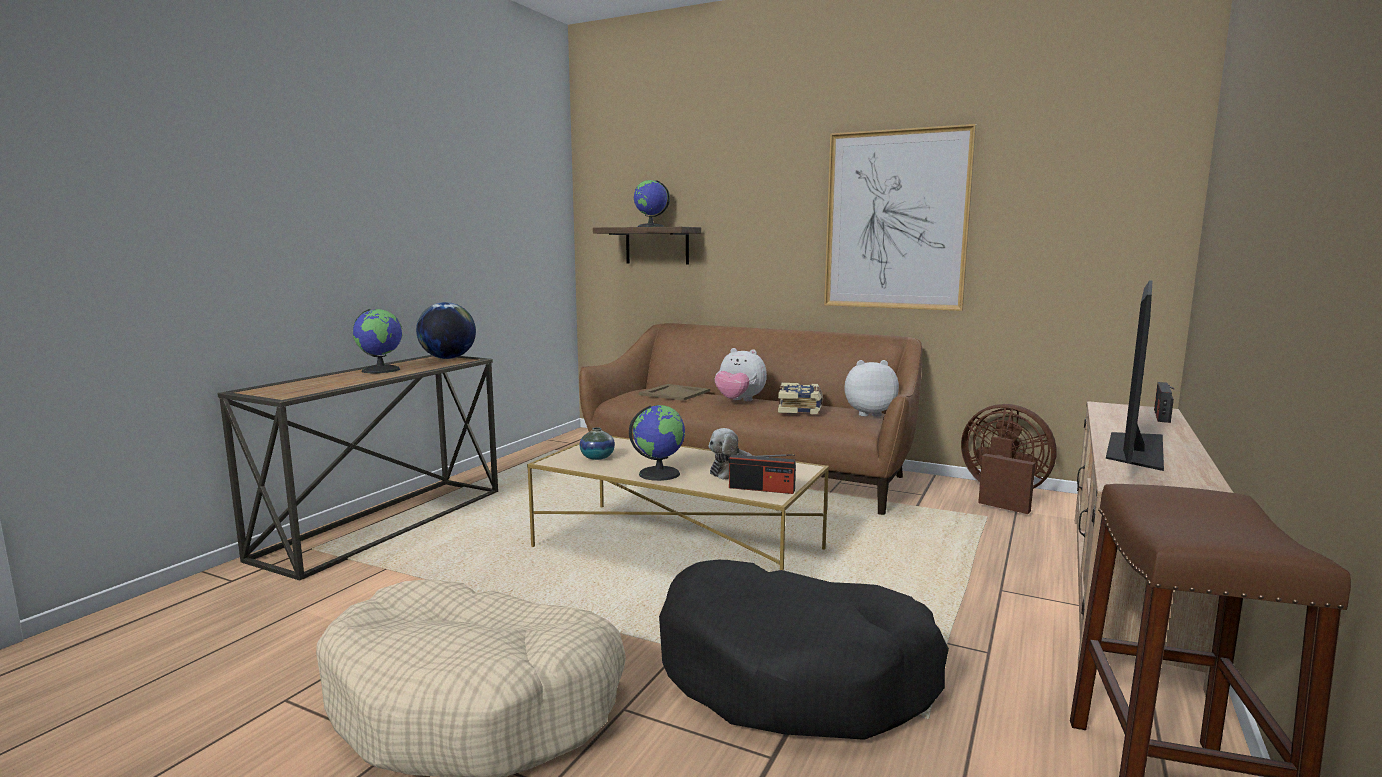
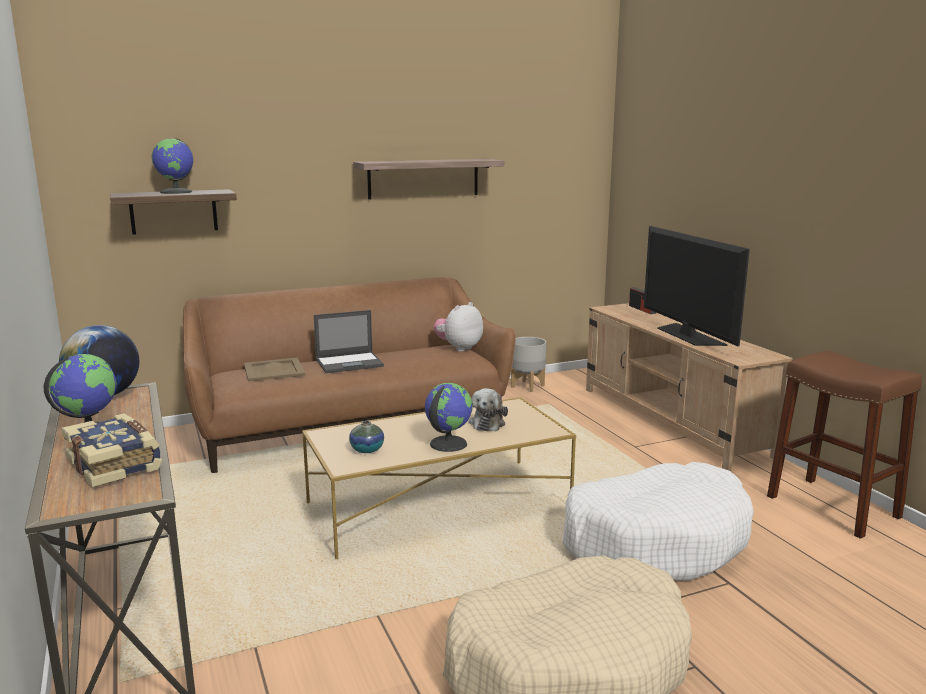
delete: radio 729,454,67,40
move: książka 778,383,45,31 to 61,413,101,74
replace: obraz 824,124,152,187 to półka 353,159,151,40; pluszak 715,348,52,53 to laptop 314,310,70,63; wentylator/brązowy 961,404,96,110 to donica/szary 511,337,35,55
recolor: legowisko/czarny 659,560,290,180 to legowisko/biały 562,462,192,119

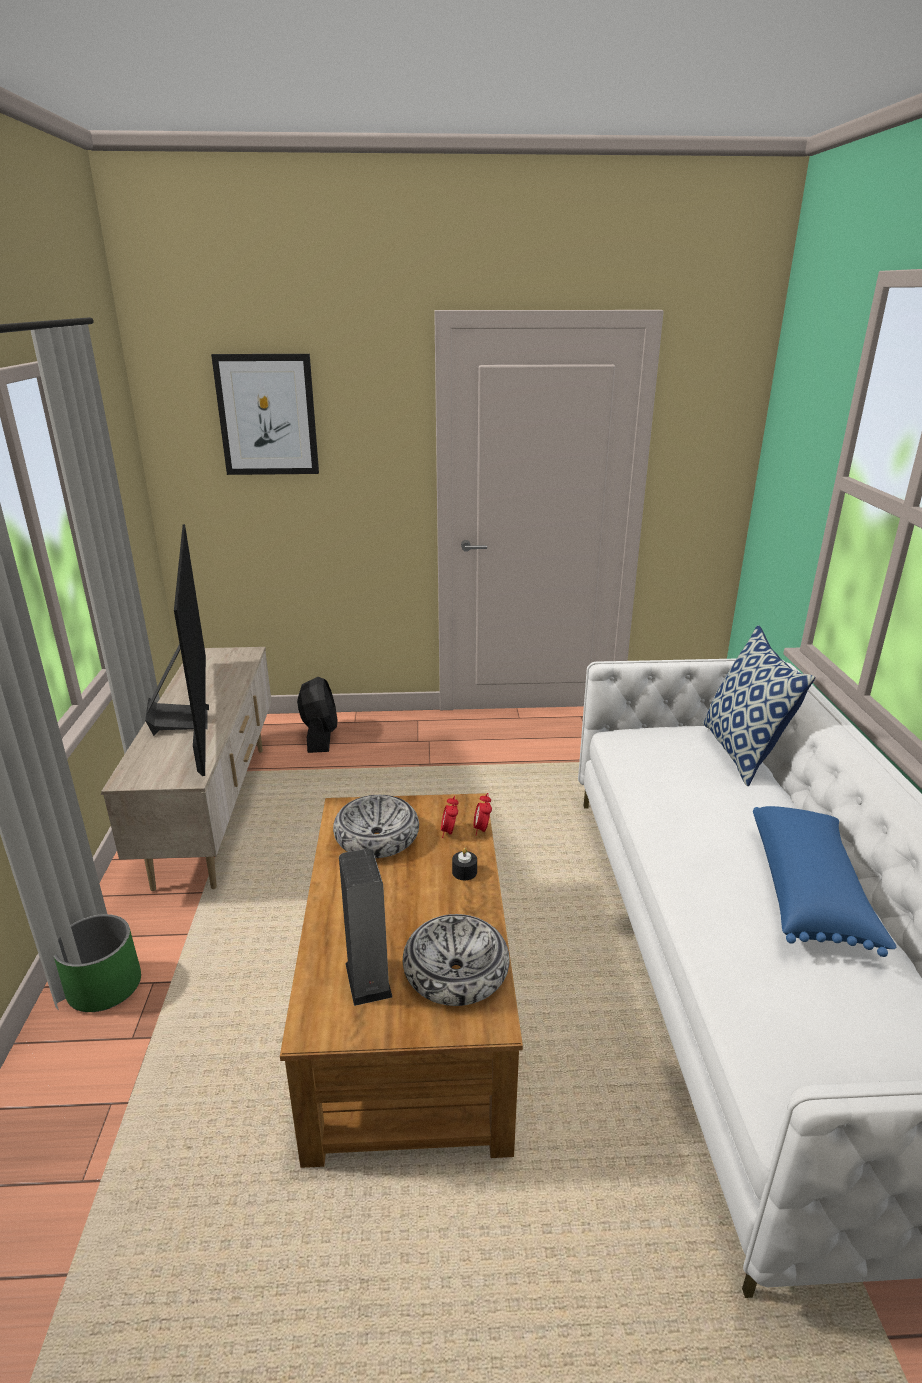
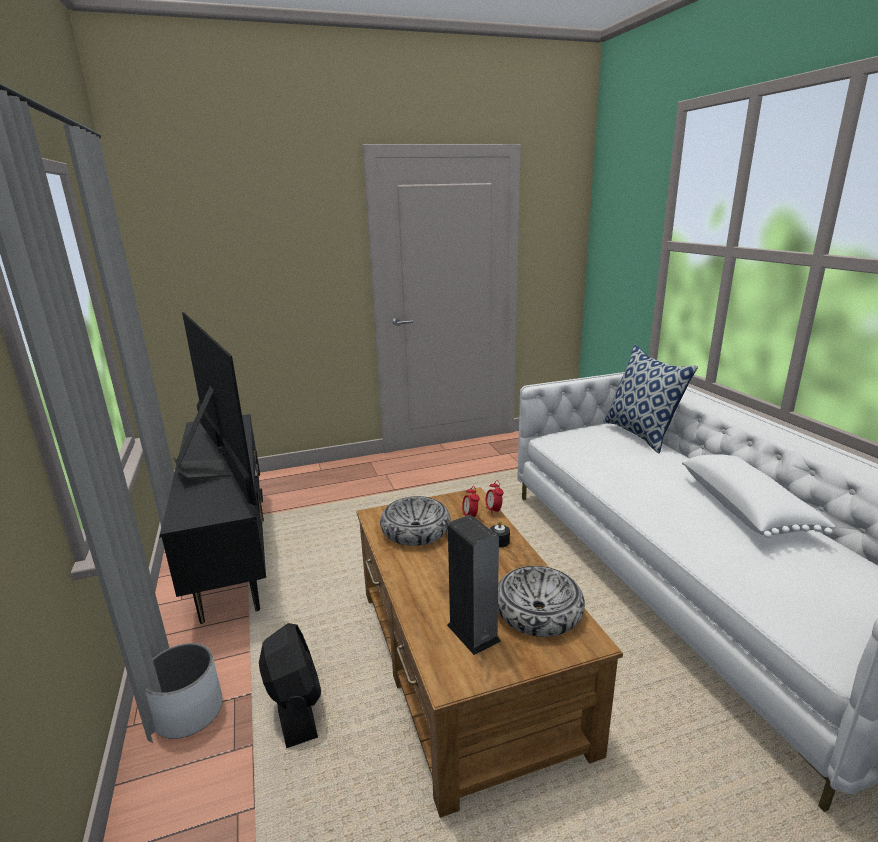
delete: obraz 211,354,108,121
move: wentylator/czarny 297,677,40,76 to 259,623,62,125
recolor: szafka pod telewizor/beżowy 101,647,171,244 to szafka pod telewizor/czarny 159,414,107,210; poduszka/niebieski 753,806,143,151 to poduszka/biały 682,454,154,84; donica/zielony 54,914,87,98 to donica/biały 145,643,78,96

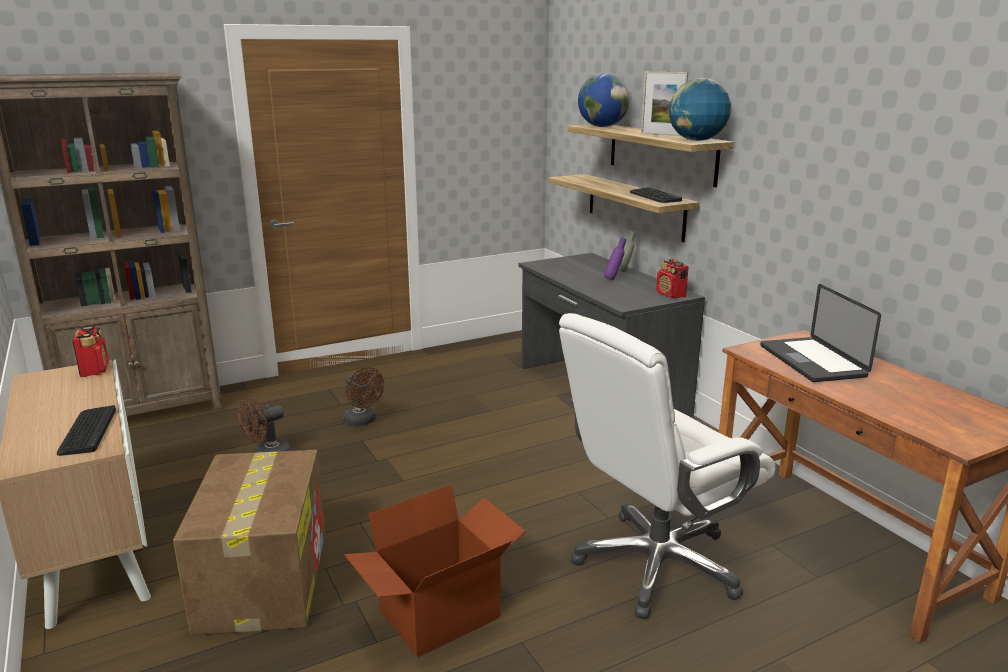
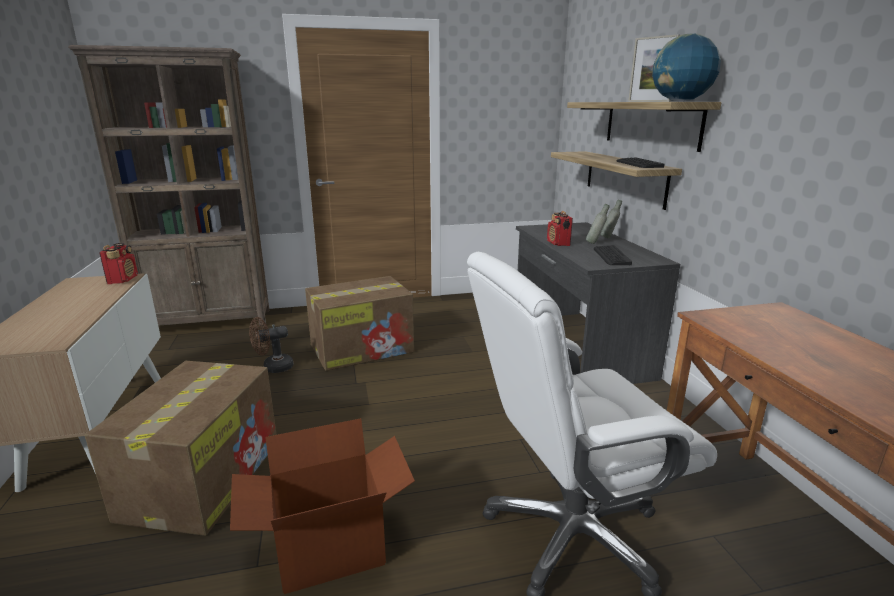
delete: globus 578,73,52,54; laptop 760,284,121,98
move: radio 656,258,33,40 to 547,211,26,35; klawiatura 57,405,59,51 to 594,245,38,20
replace: wentylator/brązowy 343,367,41,59 to karton 305,276,109,95
recolor: butelka/fioletowy 604,237,22,43 to butelka/szary 586,204,24,40

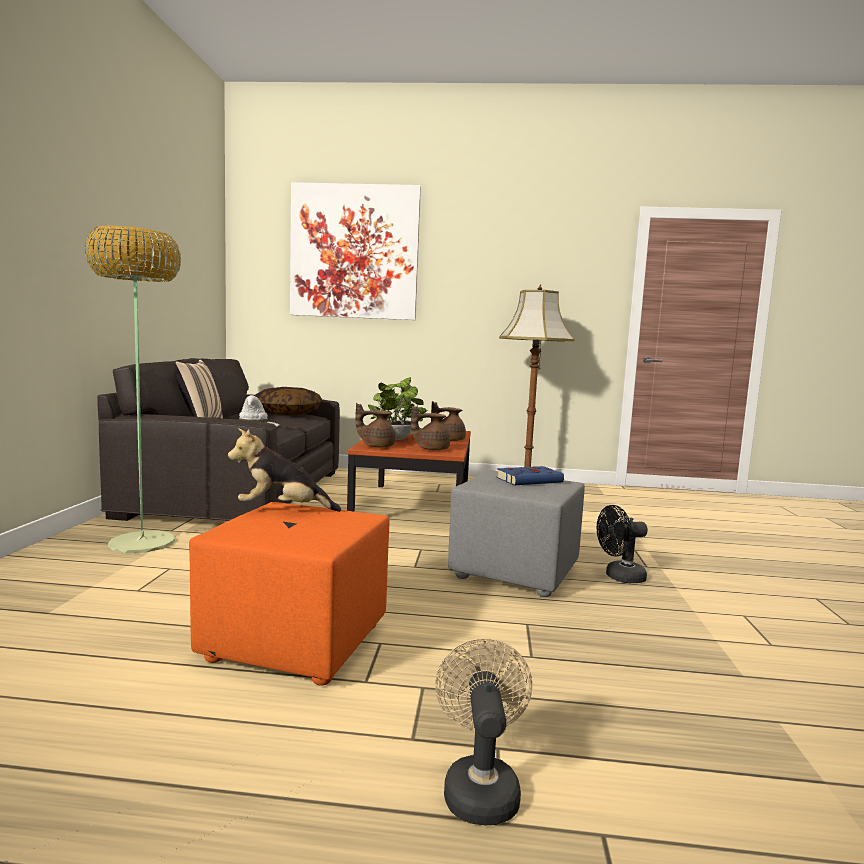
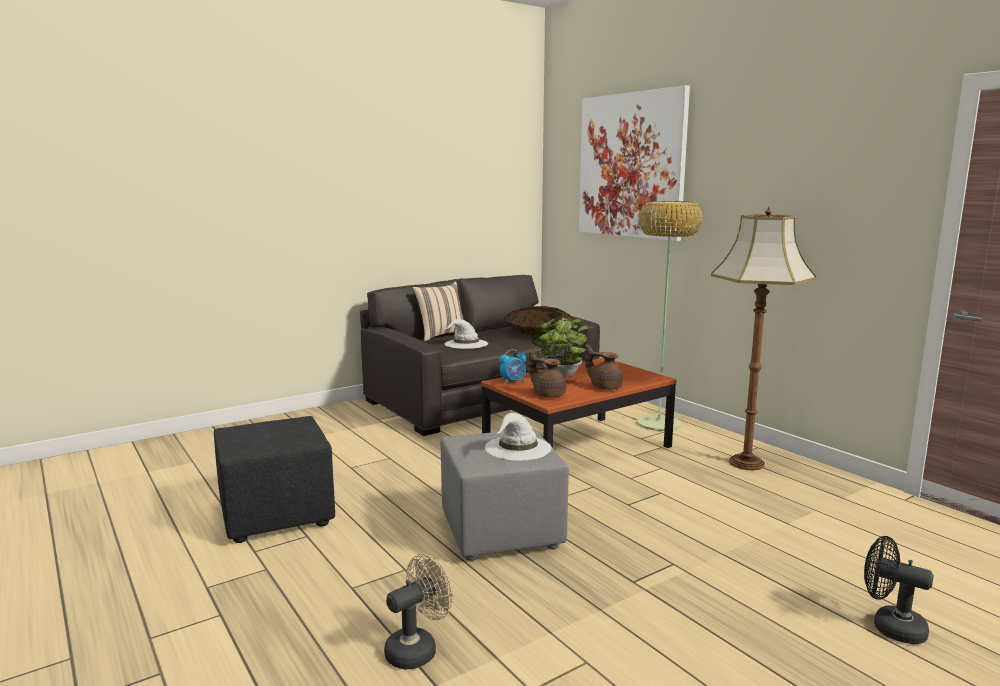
delete: pluszak 228,428,113,84
move: lampa stojąca 85,225,96,328 to 637,201,66,230; wentylator/czarny 597,505,51,78 to 864,536,70,108; wentylator/beżowy 435,638,97,188 to 384,554,69,116
replace: imbryk/brązowy 355,403,40,45 to budzik 500,349,26,35; książka/niebieski 496,466,68,19 to kapelusz/biały 485,413,67,48
recolor: pufa/pomarańczowy 189,502,200,184 to pufa/czarny 214,416,121,127

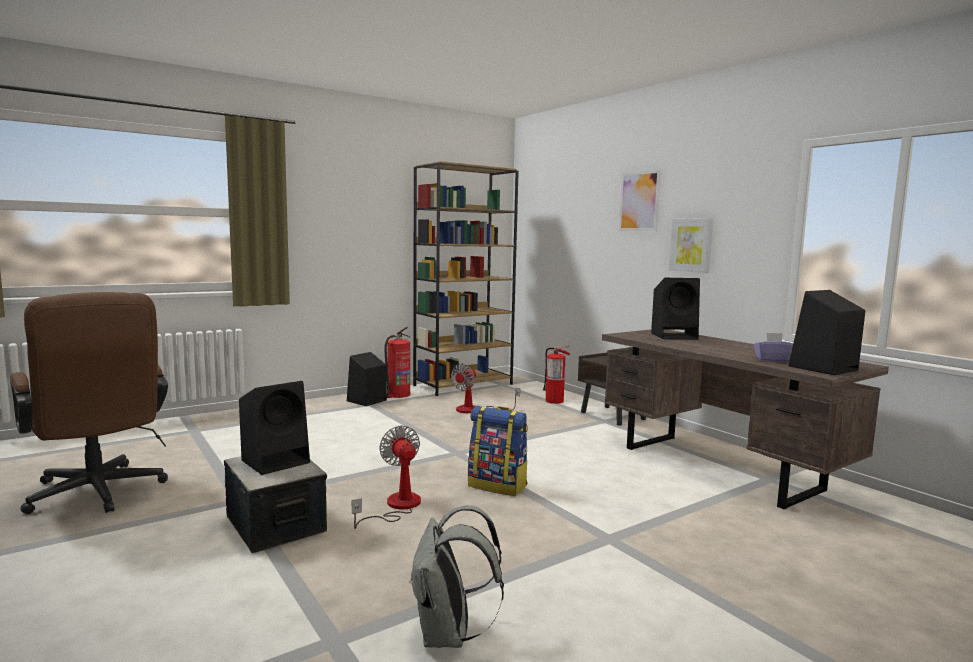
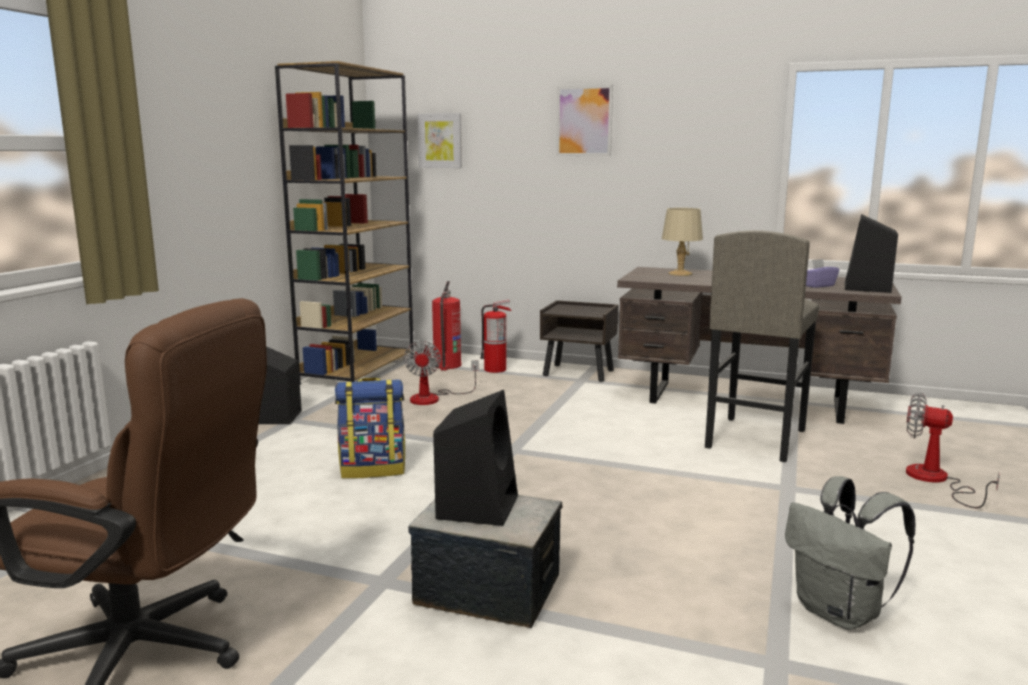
insert: stołek/szary 705,231,114,231
move: obraz 669,218,44,55 to 418,113,44,55; gaśnica 384,327,26,71 to 432,281,29,90; plecak 468,406,60,90 to 335,378,70,101; wentylator 352,425,69,104 to 906,392,94,116
replace: głośnik/czarny 651,278,49,62 to lampa stołowa/beżowy 662,208,41,68

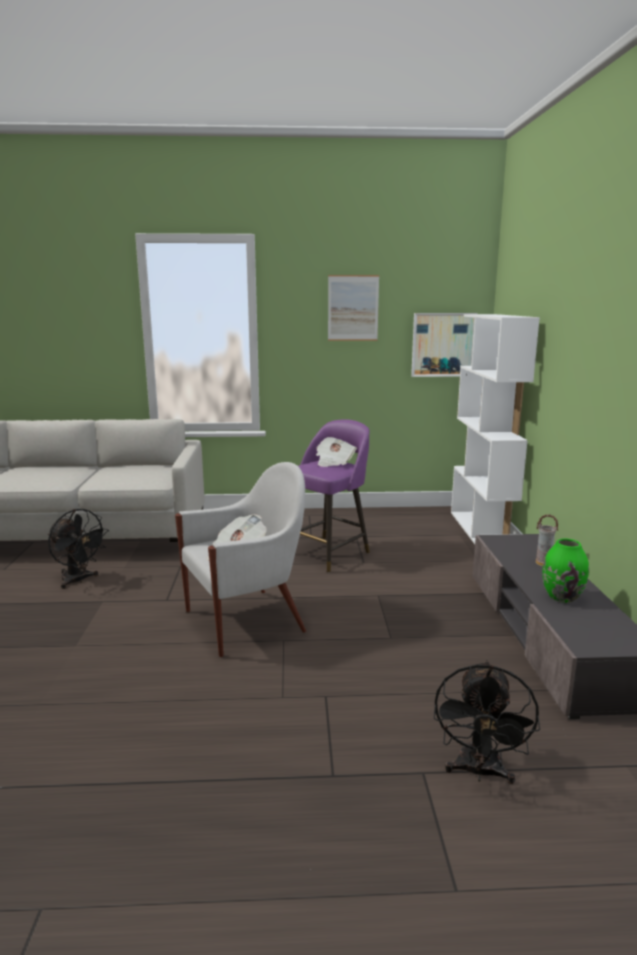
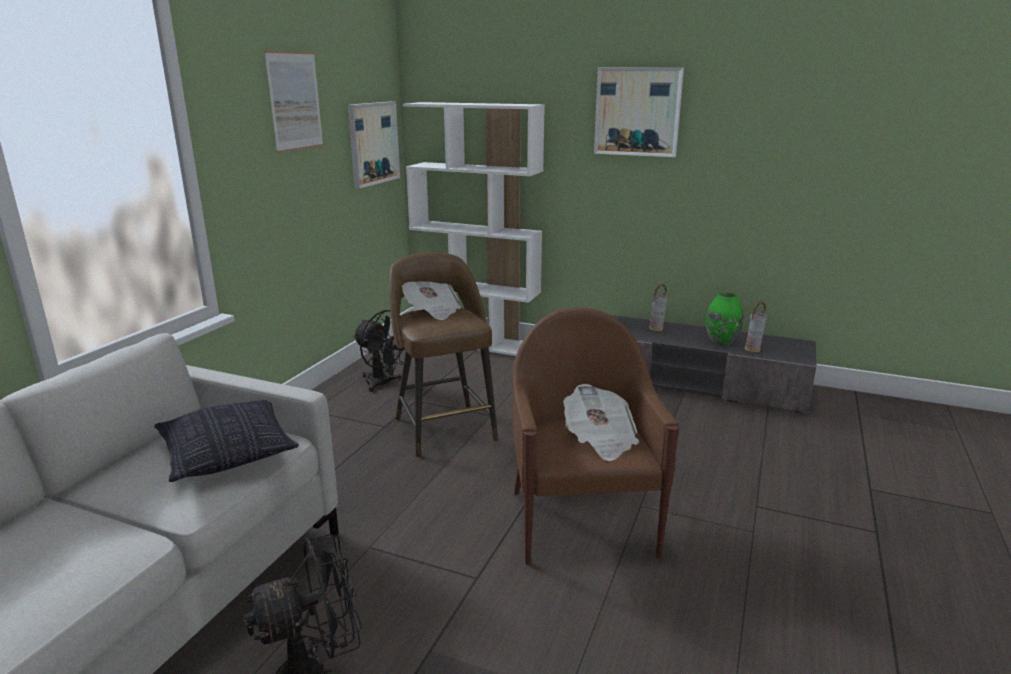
insert: obraz 594,67,90,90; wazon 745,302,22,50; poduszka 154,400,145,82
move: wentylator/czarny 434,660,106,124 to 353,310,52,82
recolor: stołek/fioletowy 299,419,71,153 to stołek/brązowy 389,252,109,205; fotel/biały 175,462,131,195 to fotel/brązowy 512,307,167,258

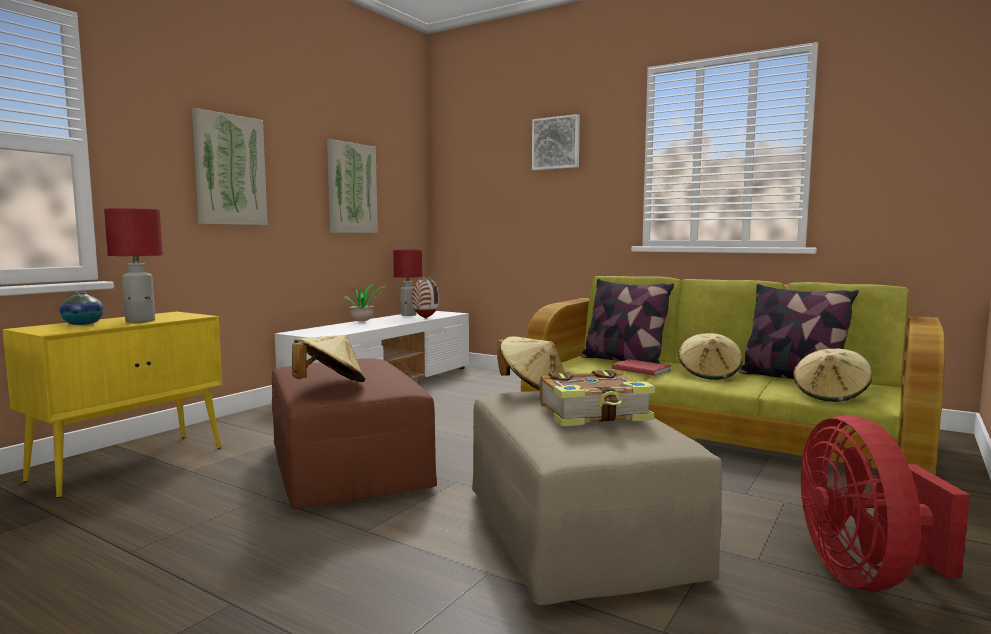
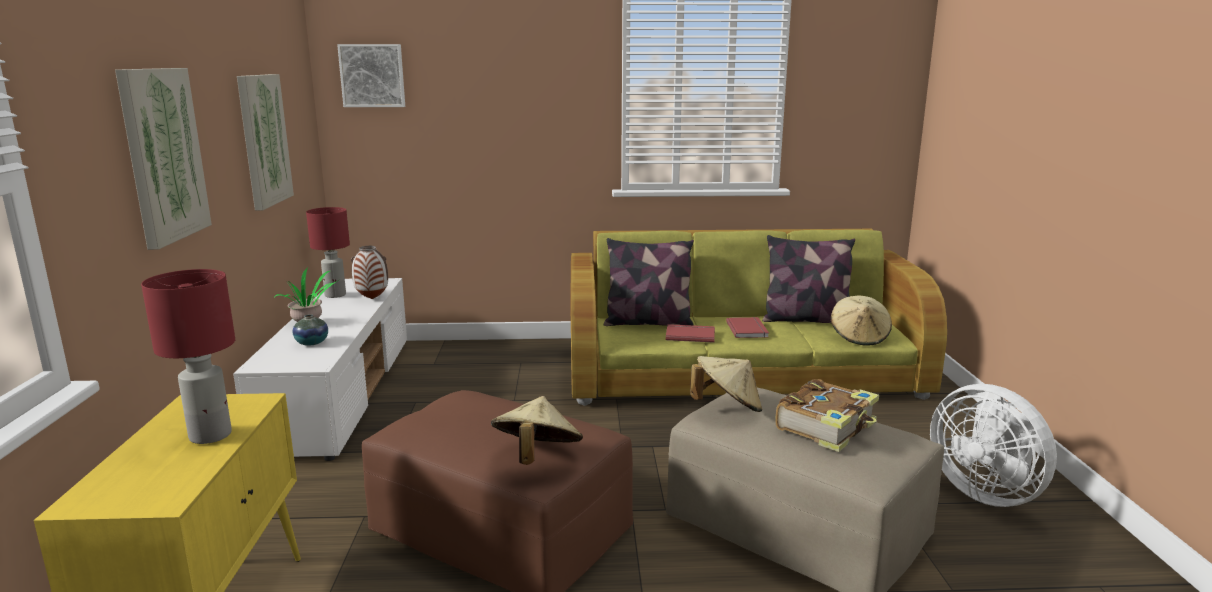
move: obraz 532,114,48,56 to 337,44,68,63; wazon 59,292,45,33 to 293,314,35,32
replace: kapelusz/beżowy 678,333,65,47 to książka/czerwony 726,317,43,21
recolor: wentylator/czerwony 801,416,169,175 to wentylator/biały 930,384,127,123

